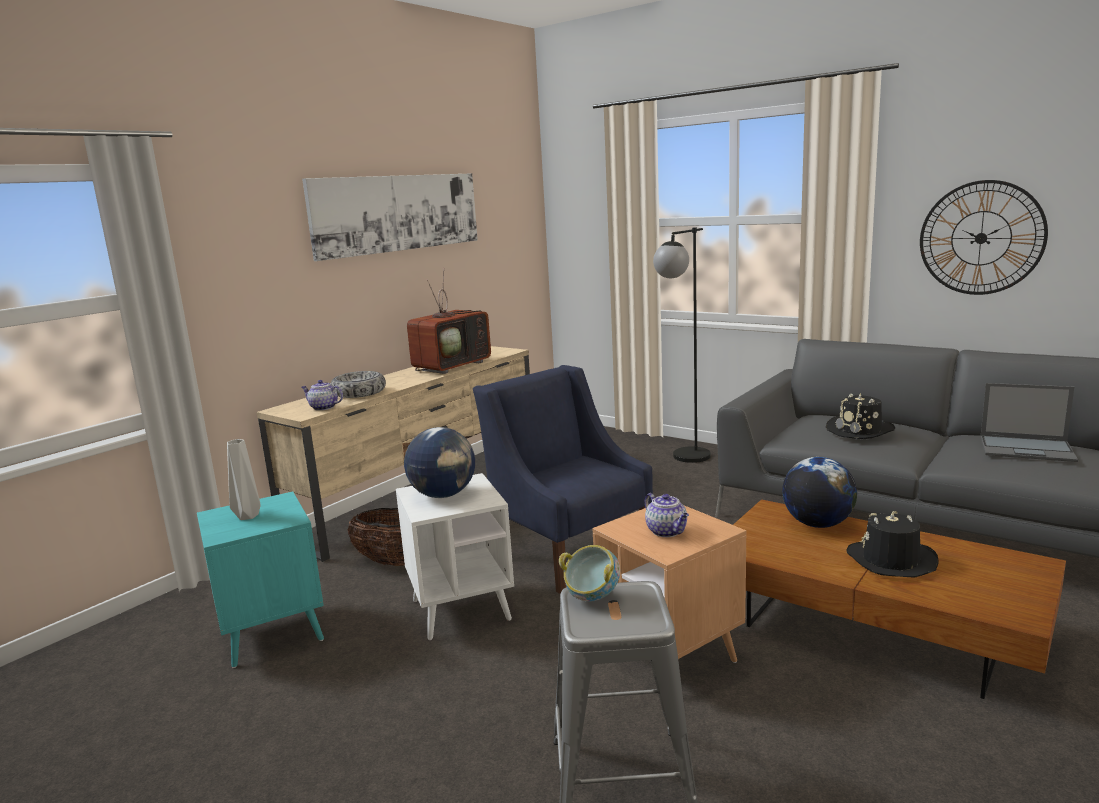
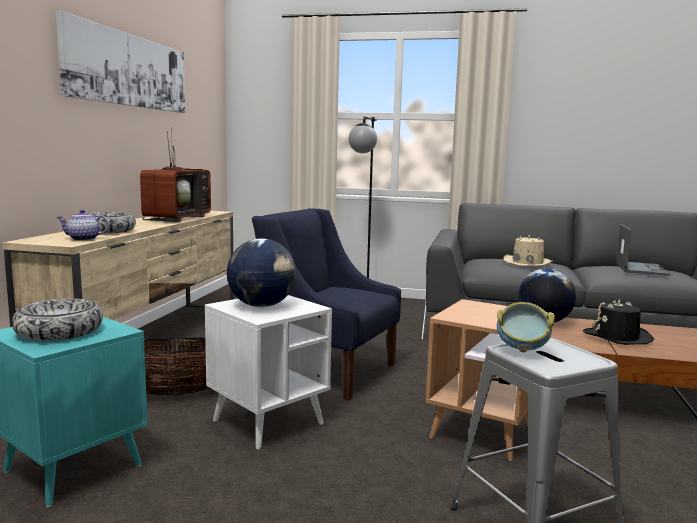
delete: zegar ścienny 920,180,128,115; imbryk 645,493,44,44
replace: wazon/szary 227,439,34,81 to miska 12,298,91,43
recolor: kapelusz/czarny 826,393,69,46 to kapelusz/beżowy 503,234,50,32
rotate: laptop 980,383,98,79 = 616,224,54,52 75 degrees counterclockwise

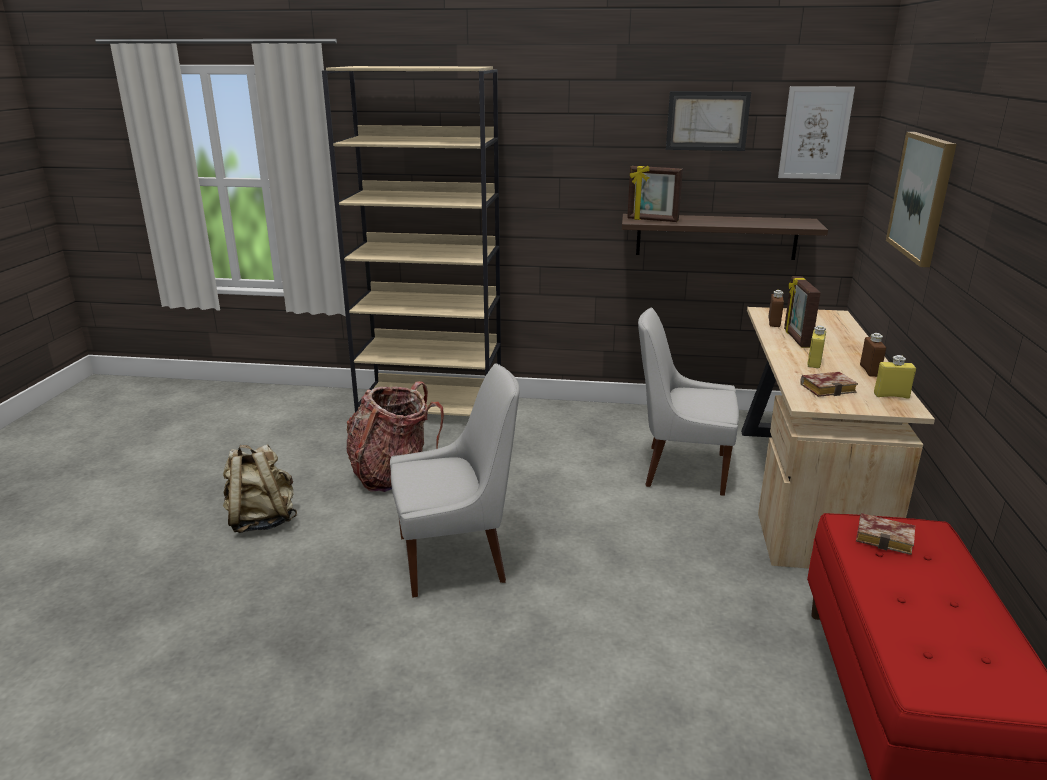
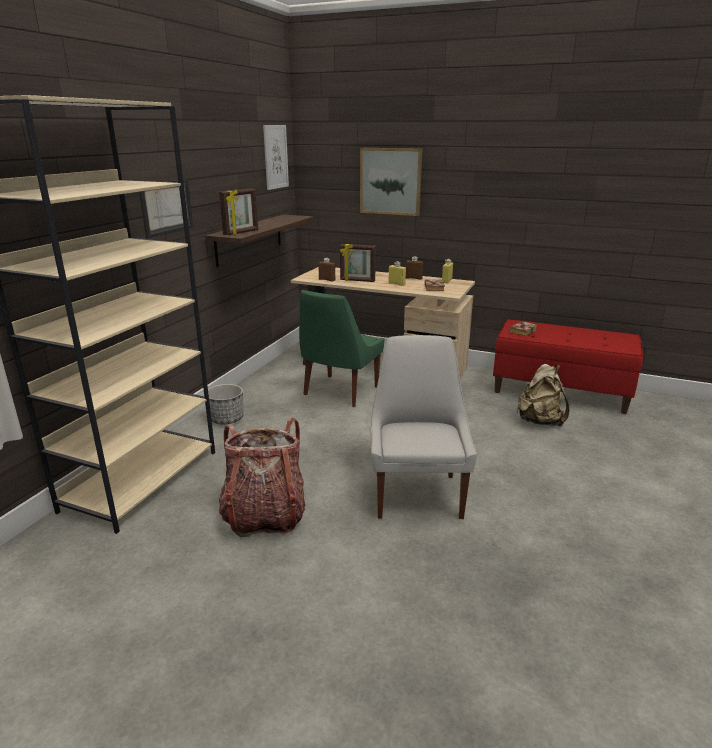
insert: donica 208,384,35,41
move: obraz 666,91,85,60 to 139,179,54,60; plecak/beżowy 223,444,74,89 to 516,364,54,63
recolor: krzesło/biały 638,308,101,188 to krzesło/zielony 299,290,85,117

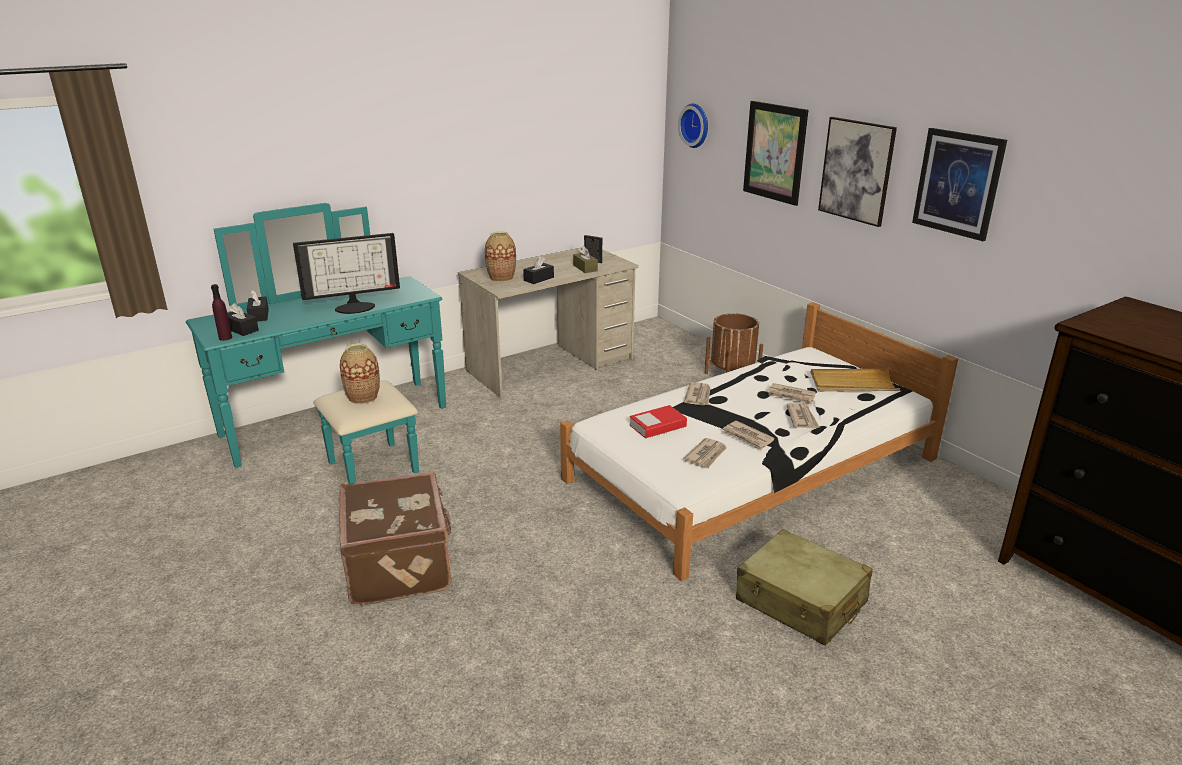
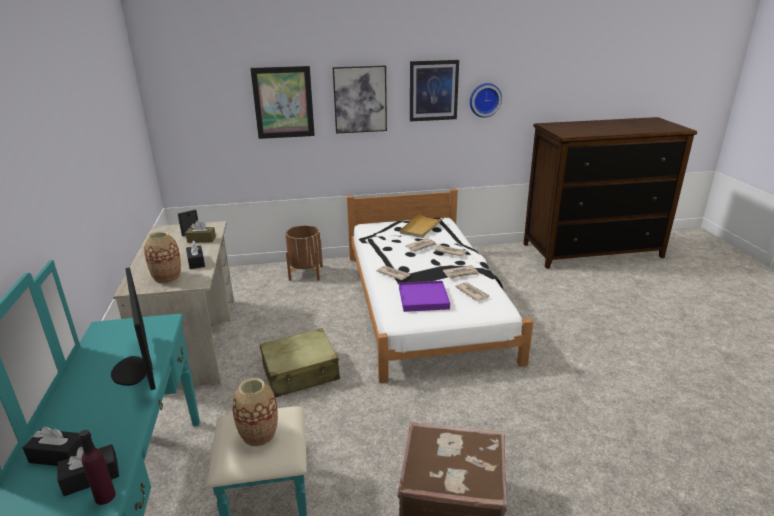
move: zegar ścienny 678,103,30,45 to 470,83,32,35; walizka/beżowy 736,529,137,117 to 260,328,80,70
replace: książka 629,405,58,34 to taca/fioletowy 399,281,51,31
rotate: monitor 293,233,107,81 = 111,267,45,123 150 degrees clockwise

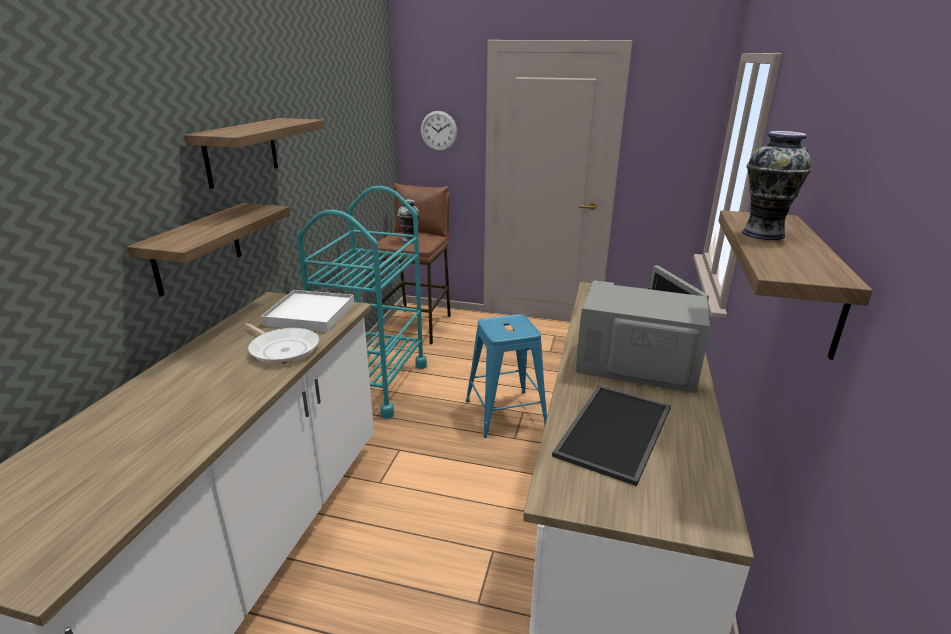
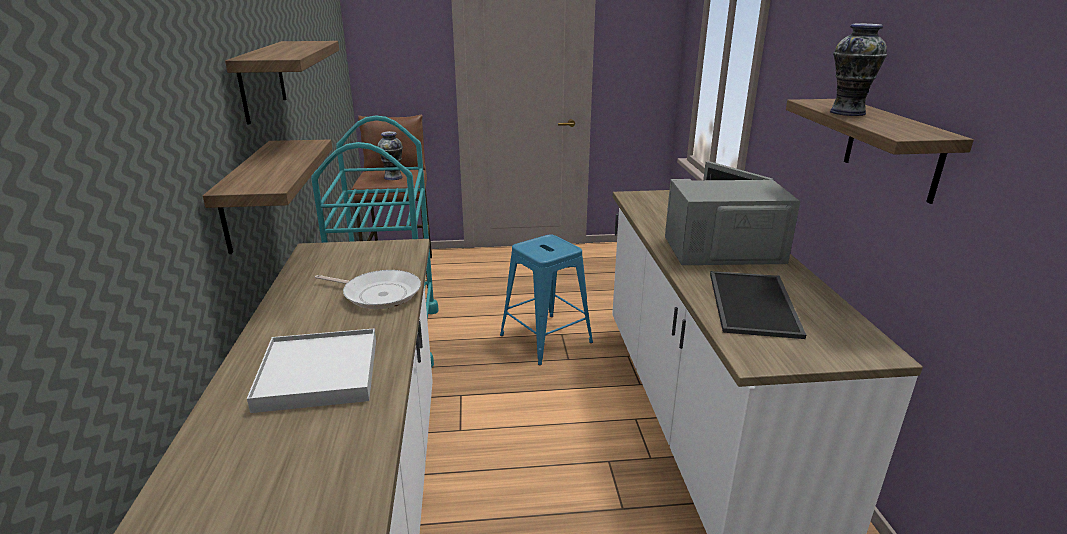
delete: zegar ścienny 420,111,38,40
move: taca/biały 261,290,93,42 to 247,328,129,85

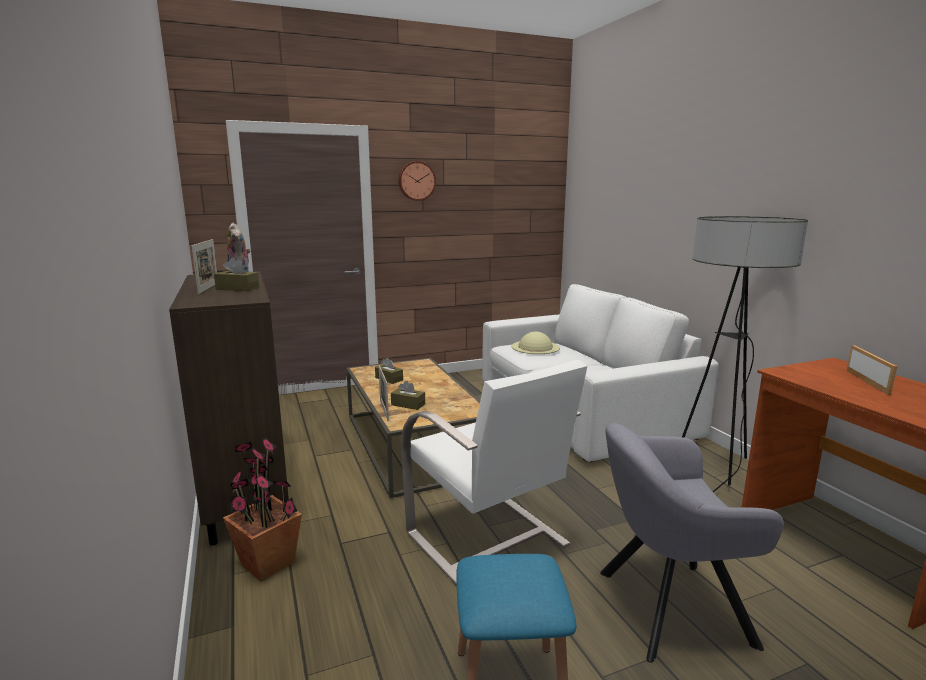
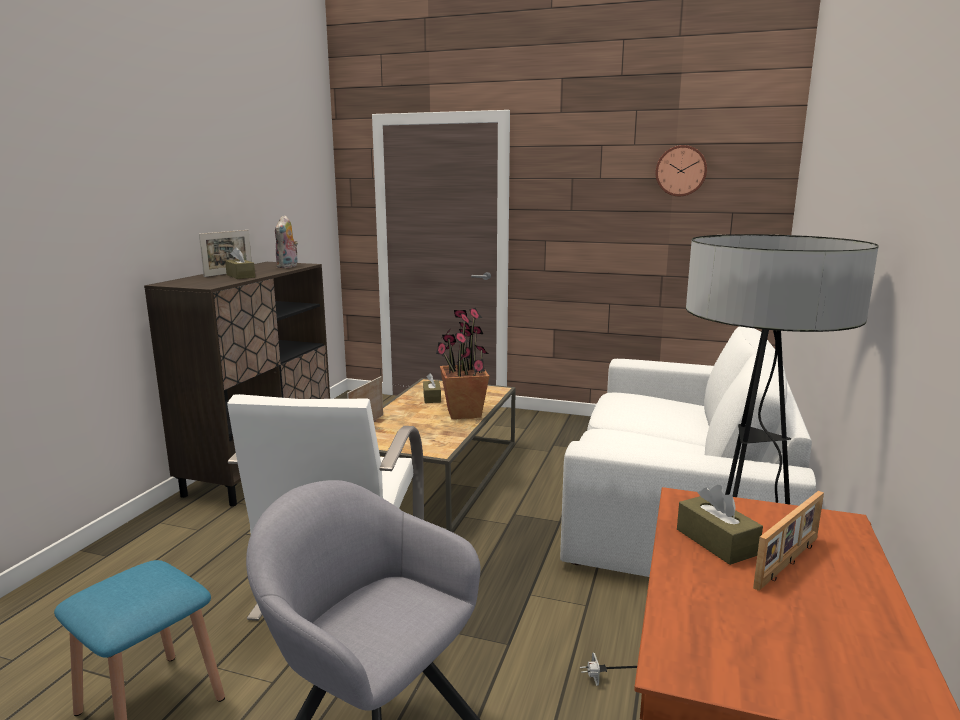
delete: kapelusz/beżowy 512,332,48,22
move: zegar ścienny 398,161,38,40 to 656,145,51,51; pudełko chusteczek/brązowy 391,381,34,29 to 677,485,86,80; roślina doniczkowa 223,437,79,144 to 436,308,53,111

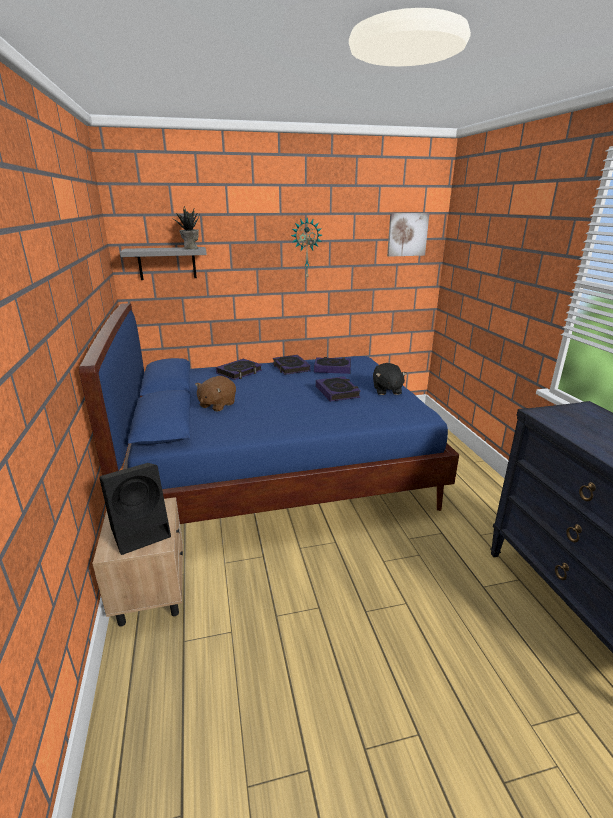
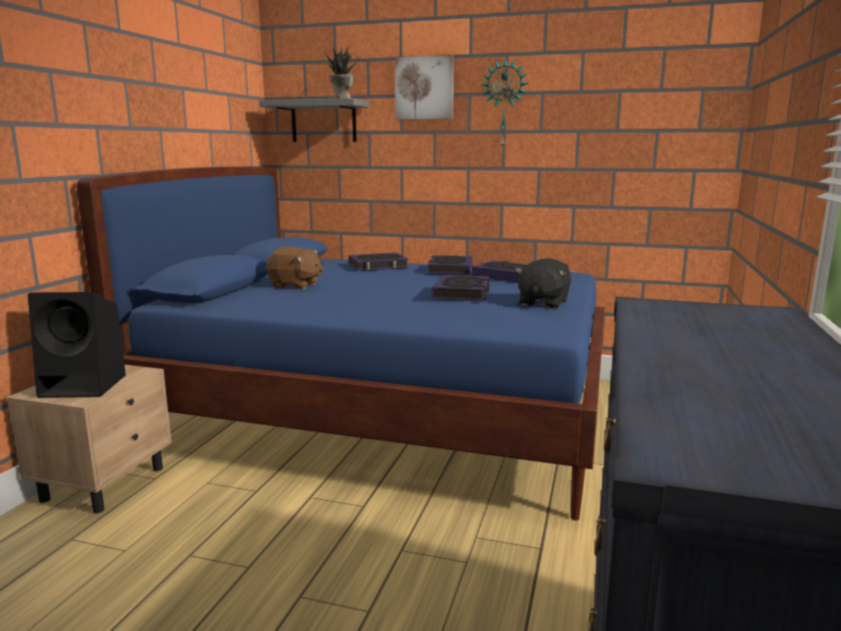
move: obraz 387,213,42,44 to 395,55,59,64
rotate: pluszak/brązowy 195,376,41,36 = 266,247,57,42 135 degrees counterclockwise

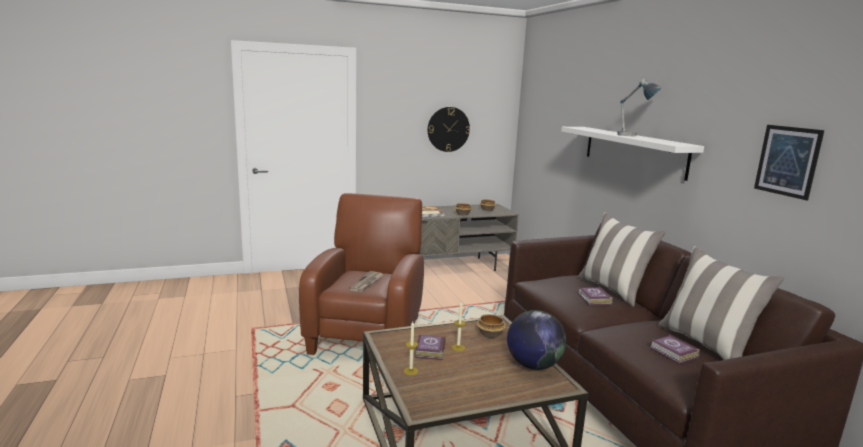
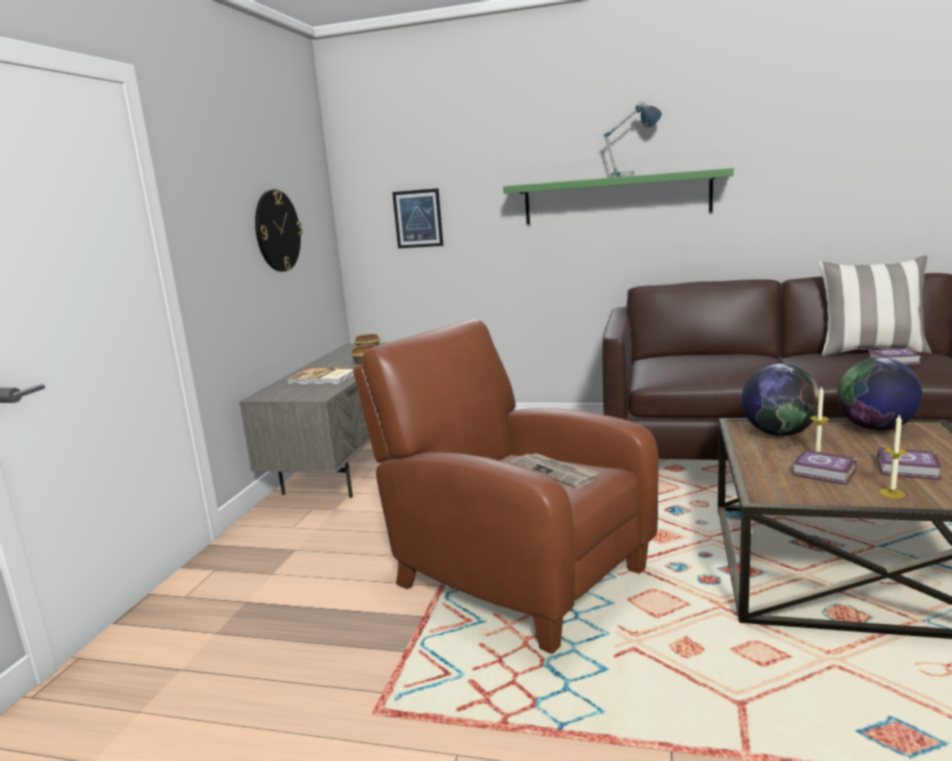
delete: poduszka 578,212,87,95
move: obraz 754,125,71,75 to 392,188,51,60; książka 578,287,35,18 to 877,447,65,33
replace: miska 477,314,29,24 to globus 742,363,77,73
recolor: półka/biały 561,127,143,54 to półka/zielony 503,168,231,56

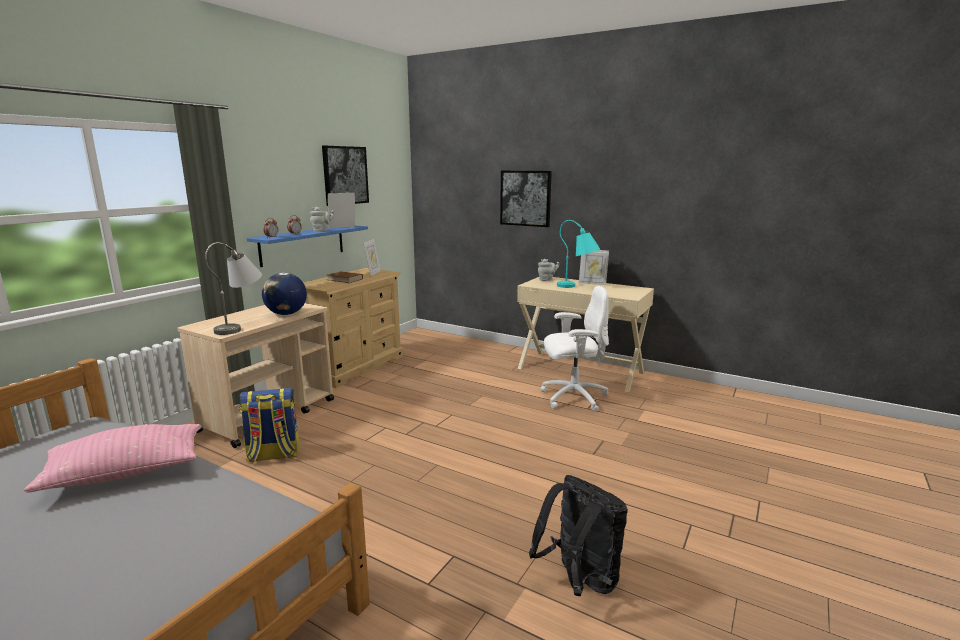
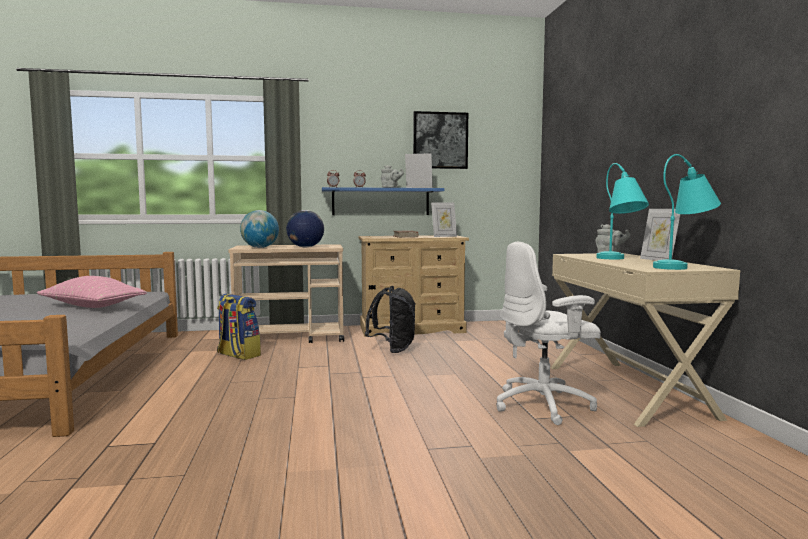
delete: obraz 500,171,52,56
insert: lampa stołowa/turkusowy 653,154,68,116
move: plecak/czarny 529,475,99,121 to 365,286,51,67
replace: lampa stołowa/szary 205,242,57,93 to globus 240,210,39,38
rotate: krzesło biurowe/biały 540,286,69,126 = 496,242,105,183 120 degrees clockwise

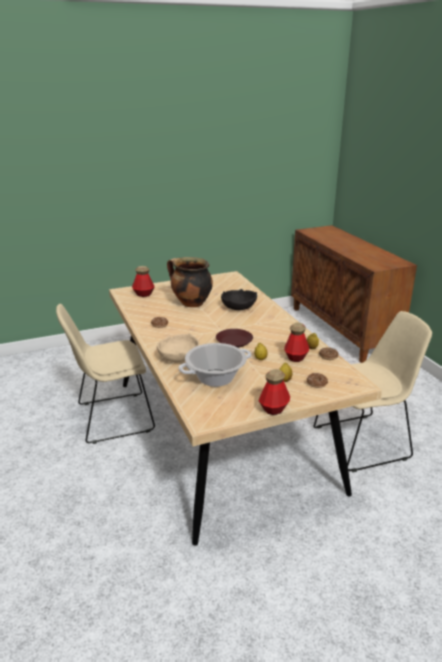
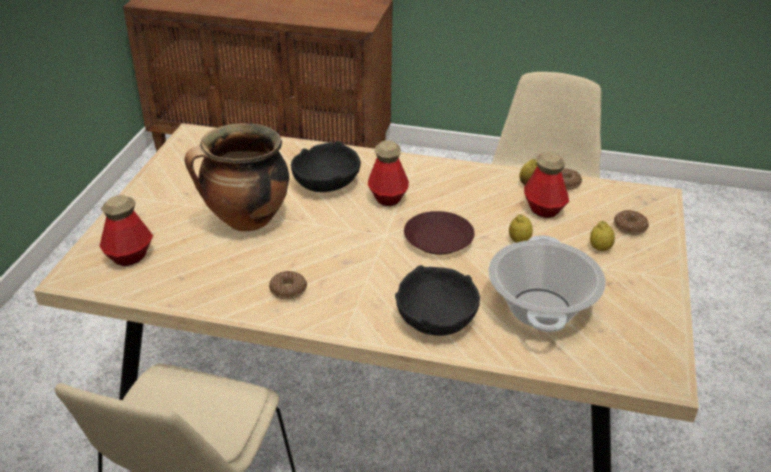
move: butelka 259,369,31,46 to 368,140,41,66
recolor: miska/beżowy 157,333,43,29 to miska/czarny 395,265,85,71

